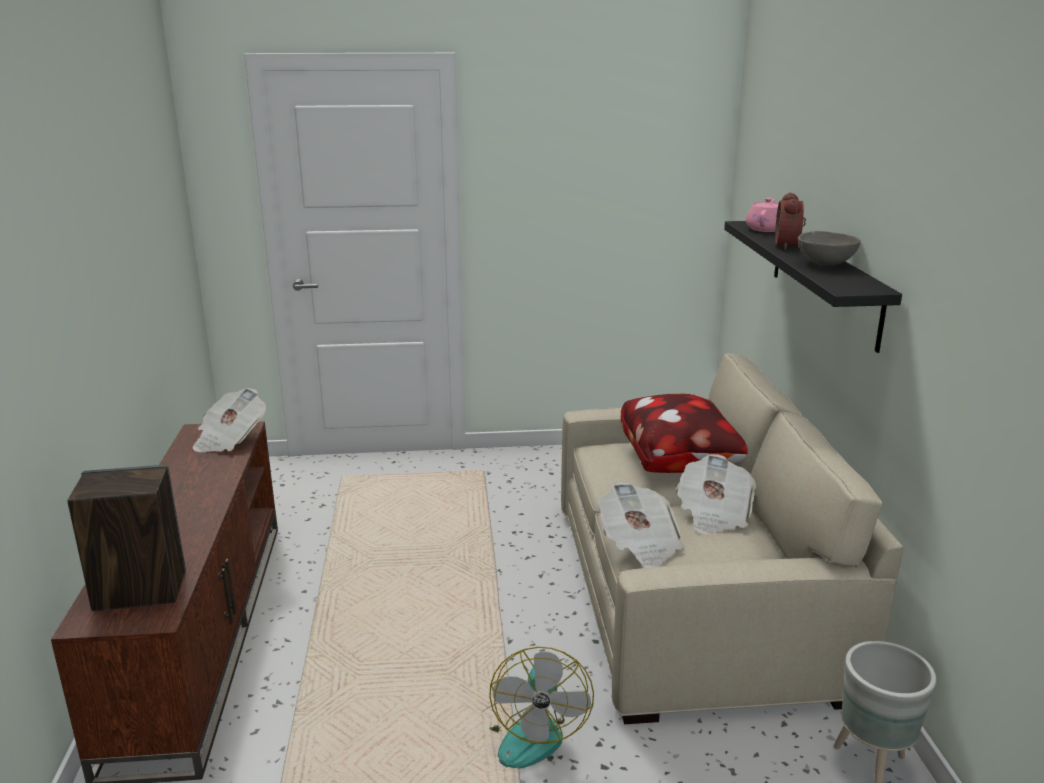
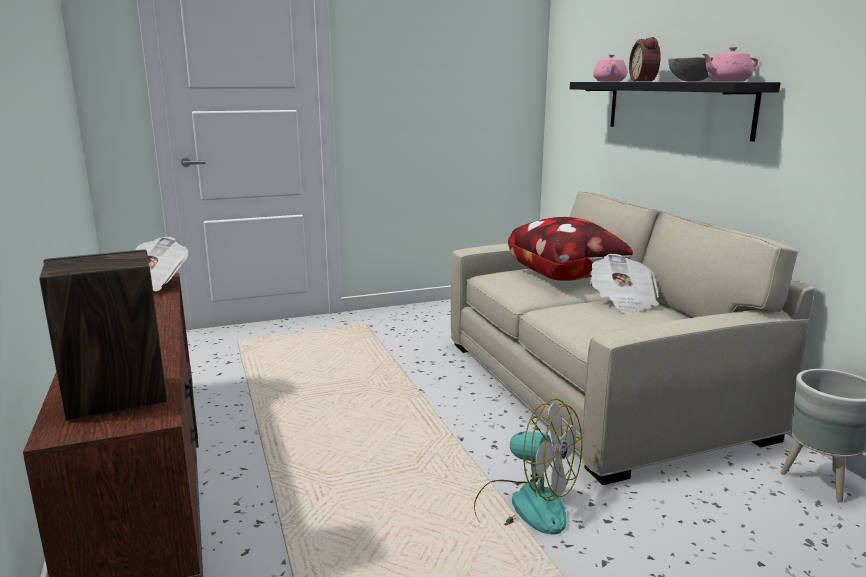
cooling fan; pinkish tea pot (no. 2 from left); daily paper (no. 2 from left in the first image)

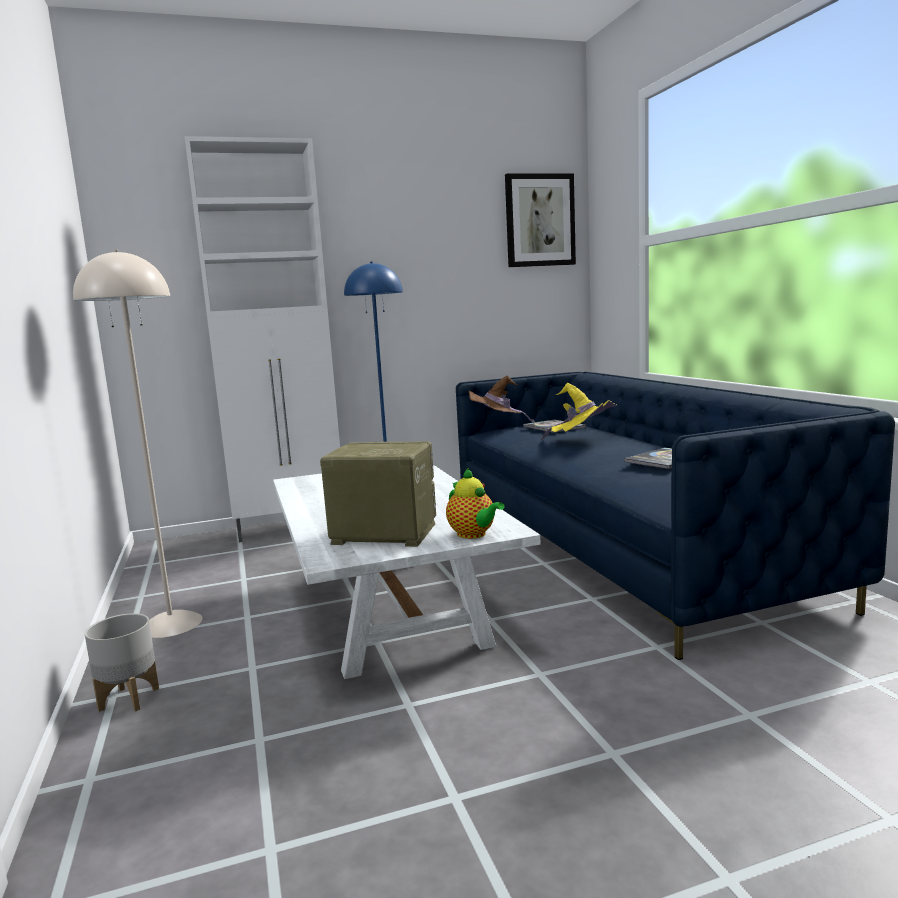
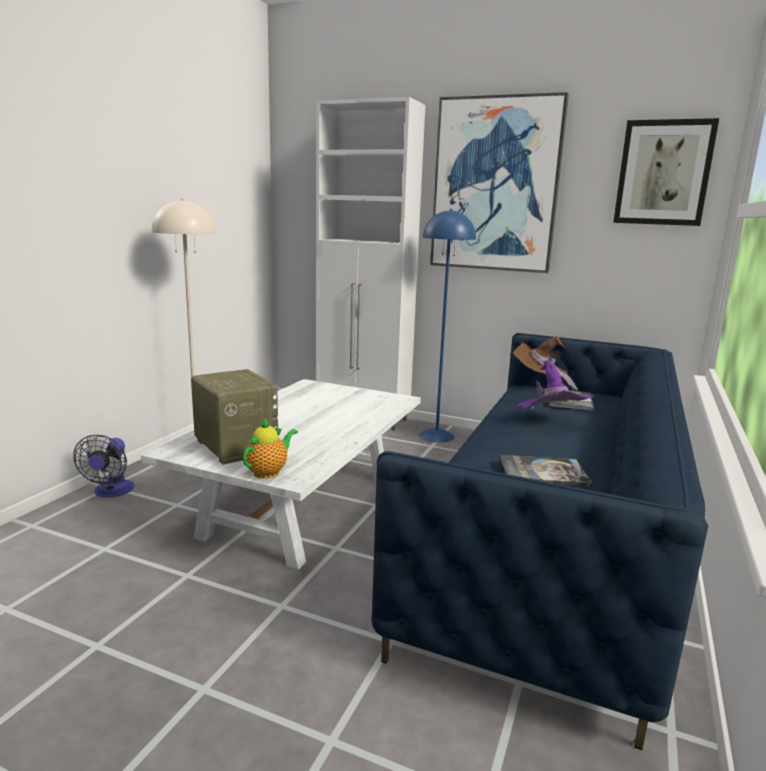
cooling fan; tea pot; wall art (no. 1 from left); purplish clothing hat

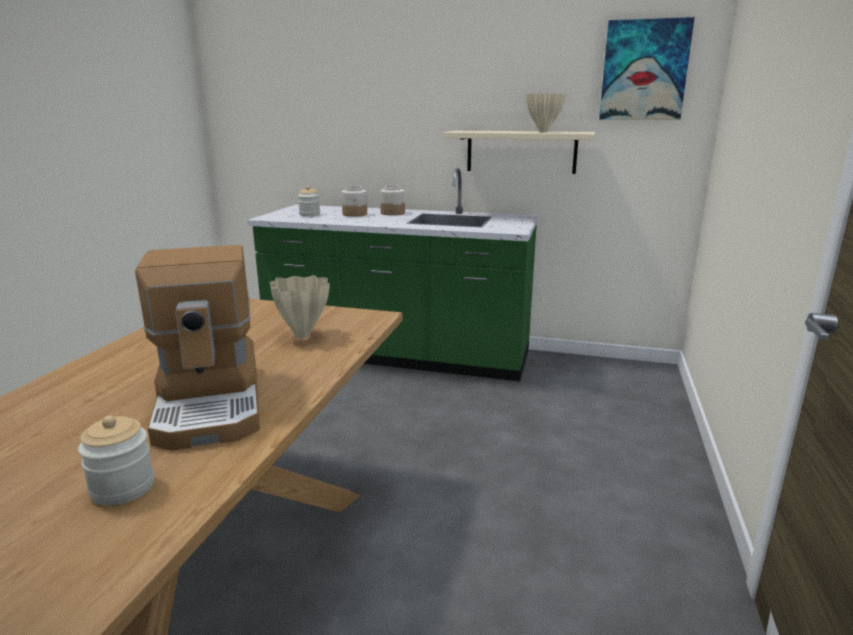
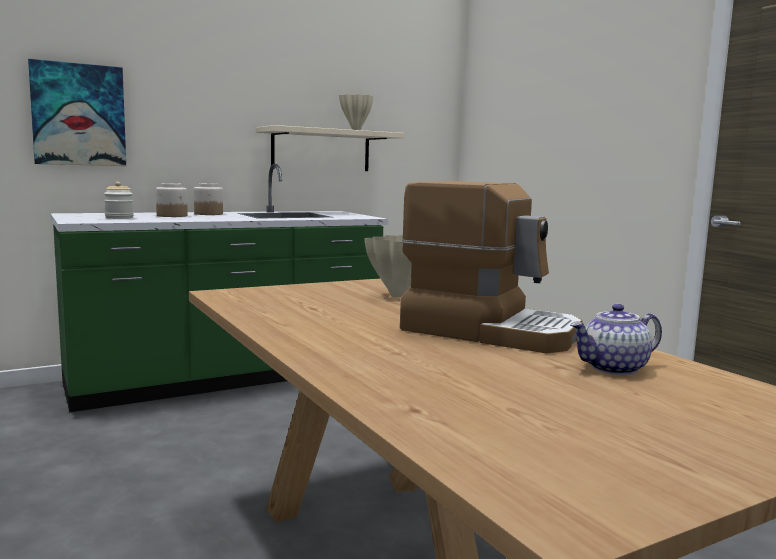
wall art; tea pot

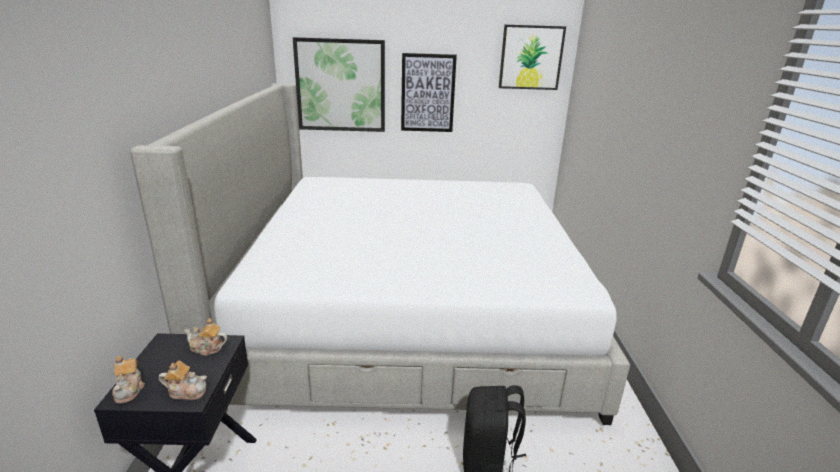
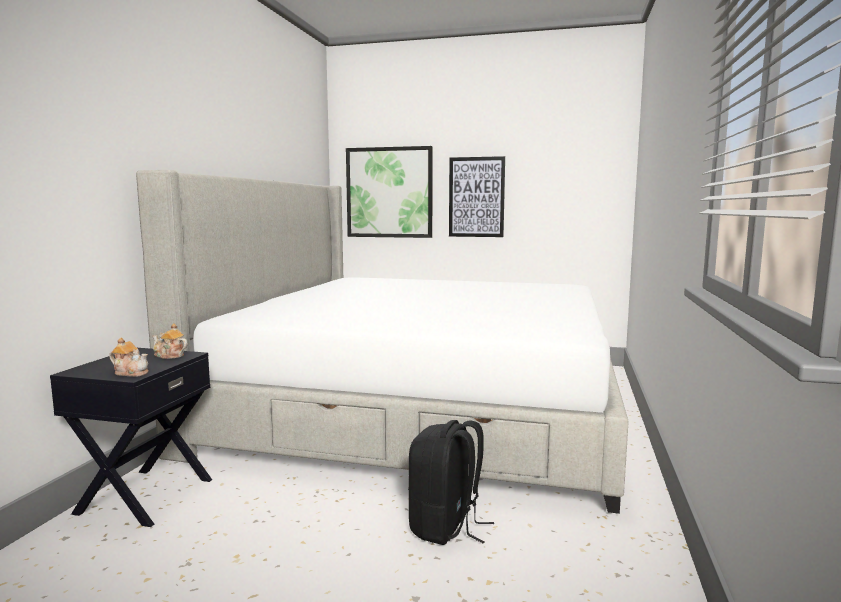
tea pot (no. 1 from left in the first image); wall art (no. 3 from left in the first image)

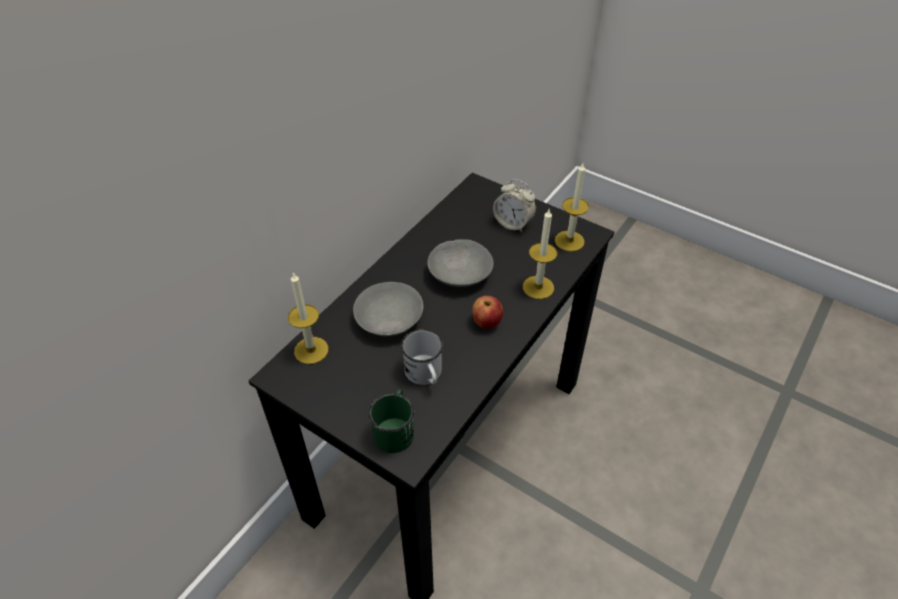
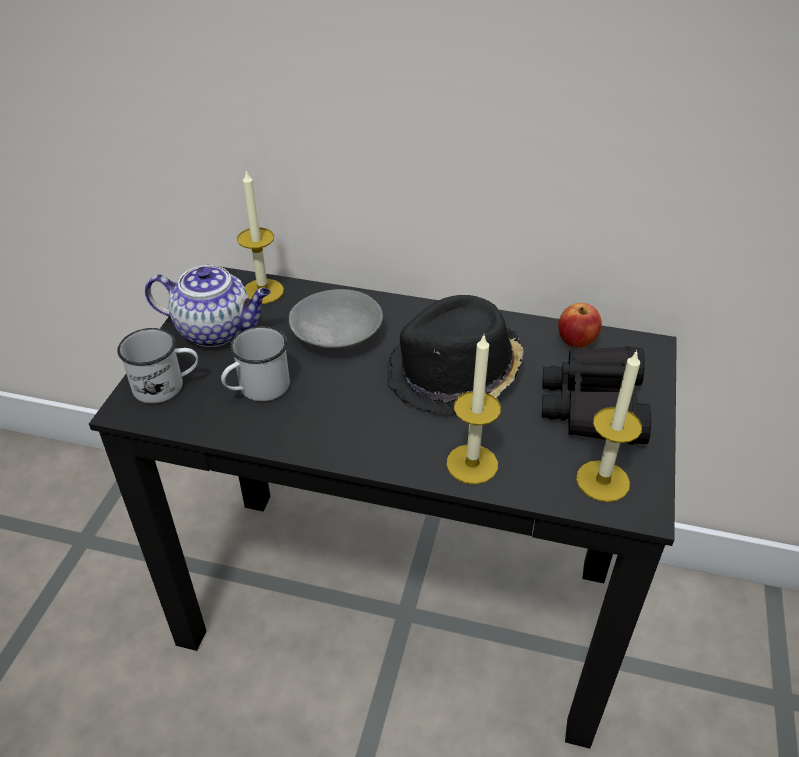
whitish coffee mug (no. 1 from left); tea pot; black clothing hat; black binoculars; apple fruit

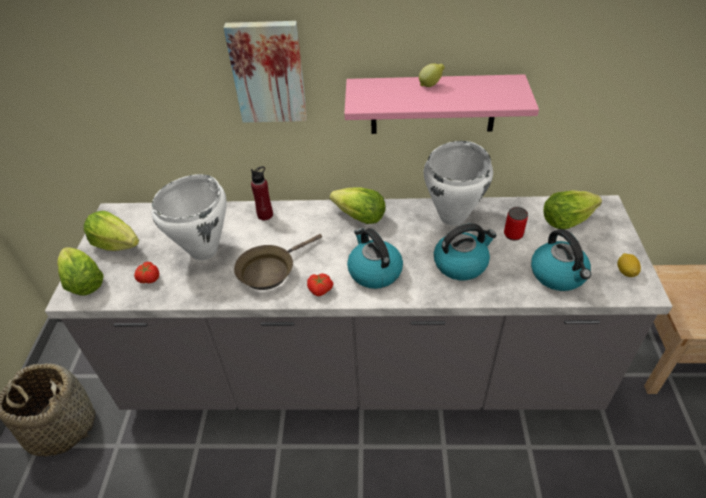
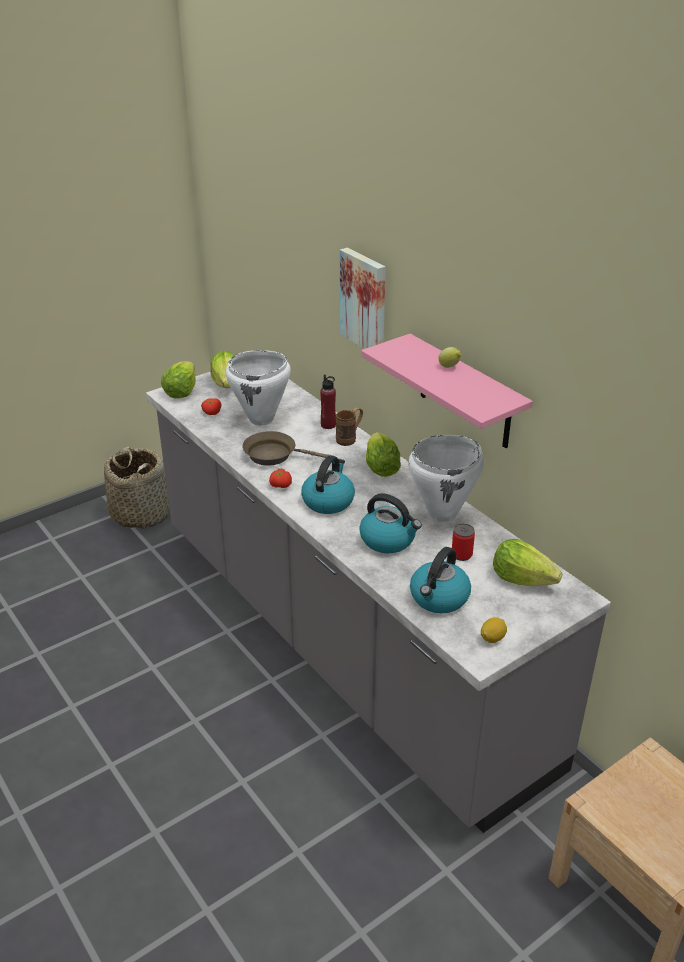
brown-coloured coffee mug

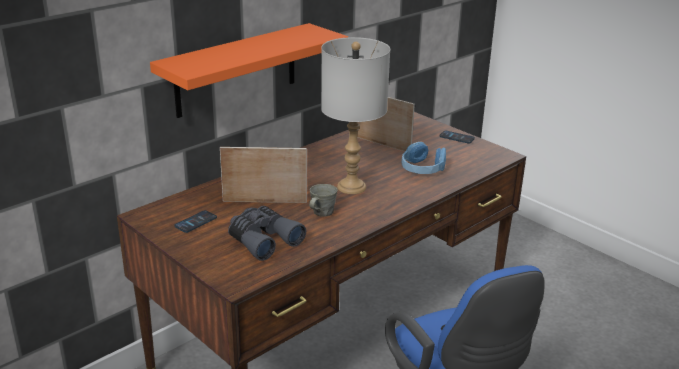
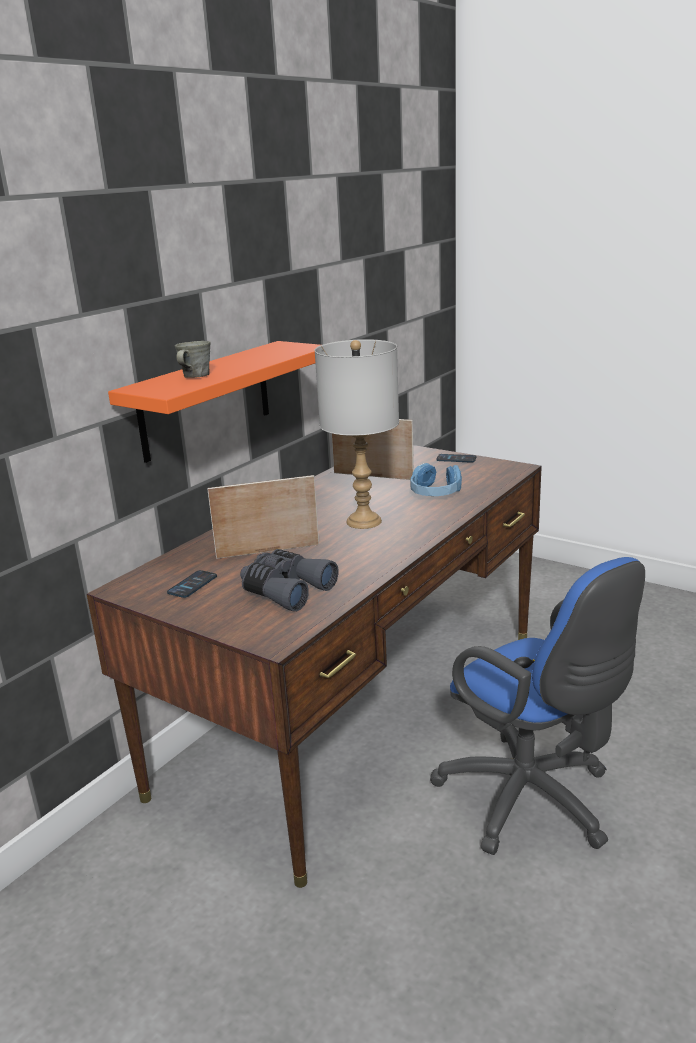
gray coffee mug

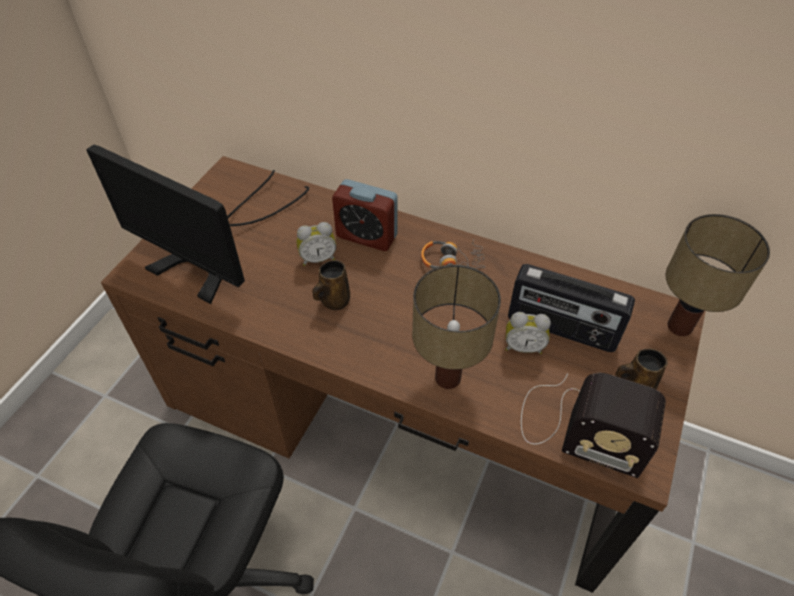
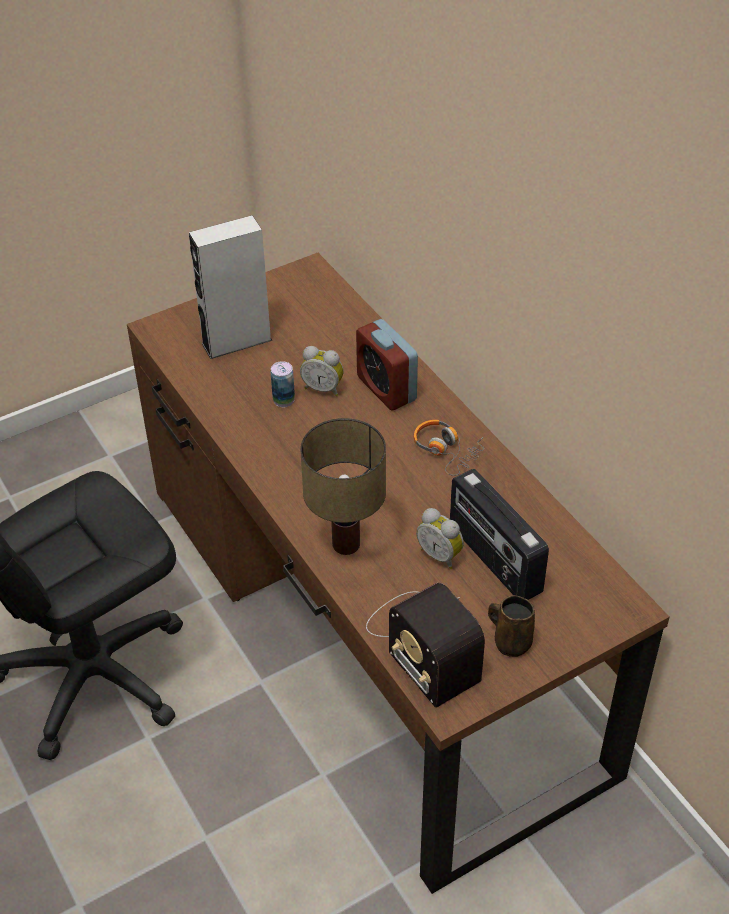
gray loudspeaker; can; brown-coloured coffee mug (no. 1 from left in the first image); lamp for a table (no. 2 from left in the first image)

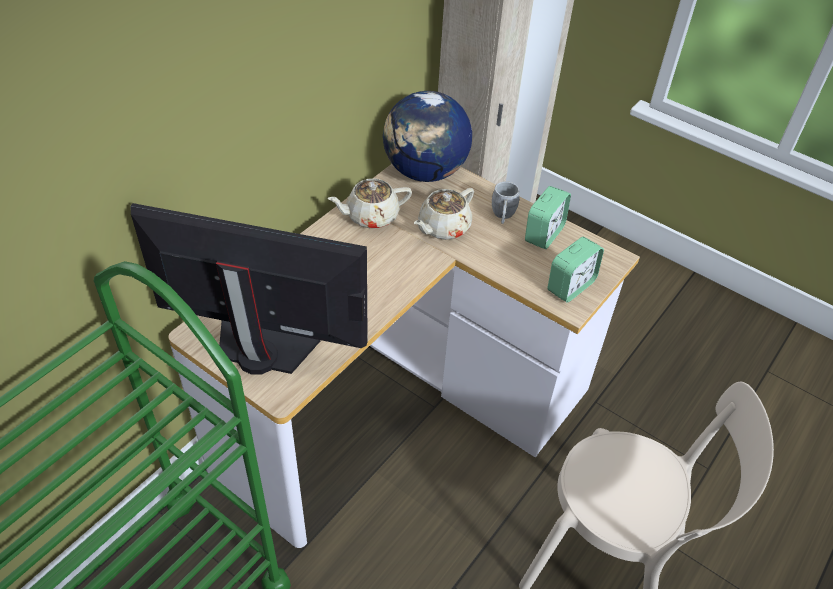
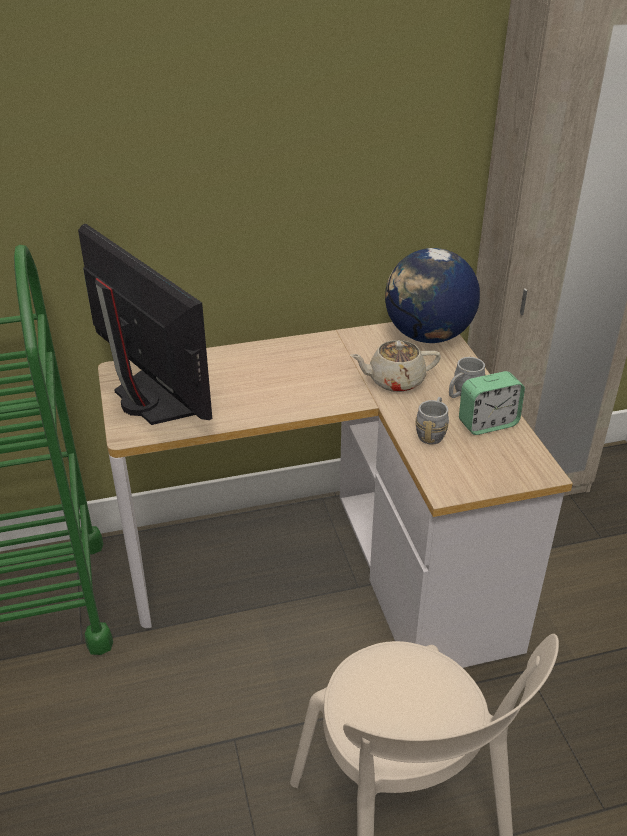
gray coffee mug (no. 1 from left); beige-coloured tea pot (no. 1 from left in the first image); alarm clock (no. 2 from left in the first image)

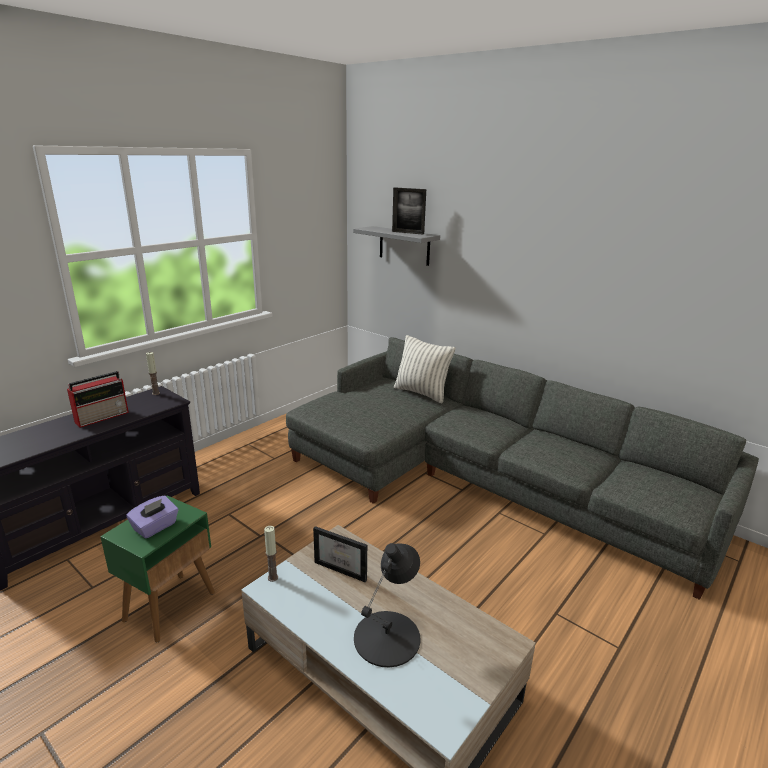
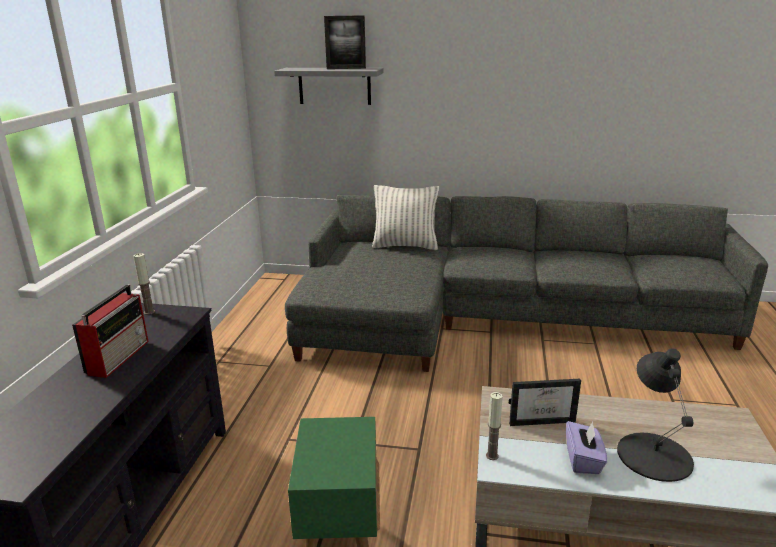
purplish tissue box

